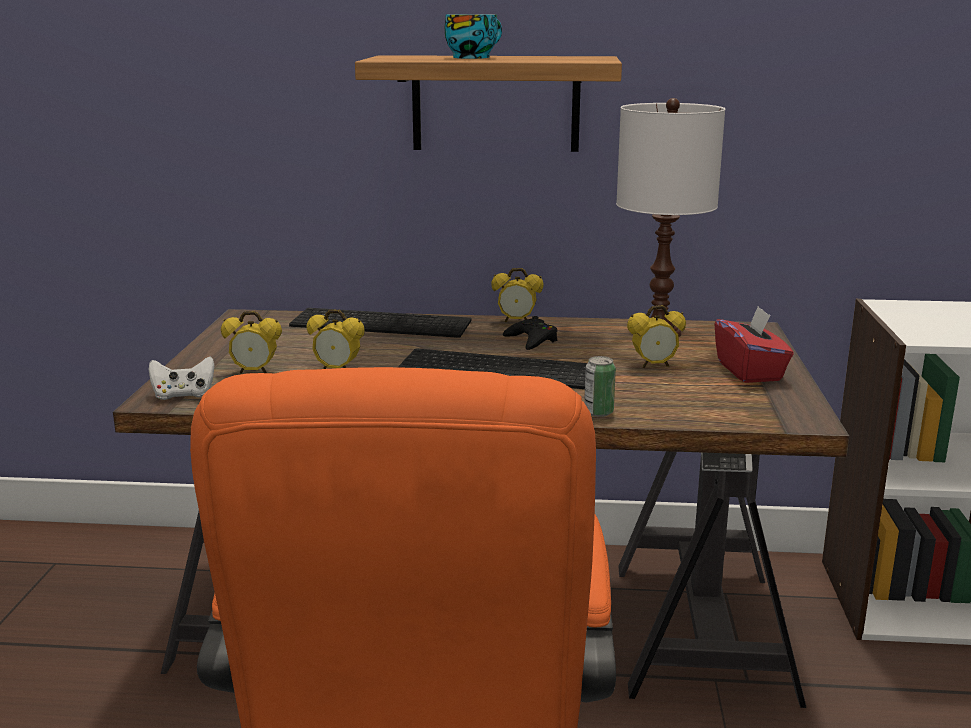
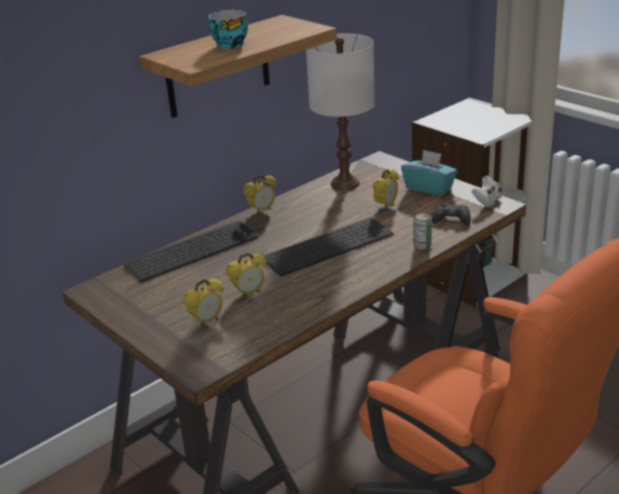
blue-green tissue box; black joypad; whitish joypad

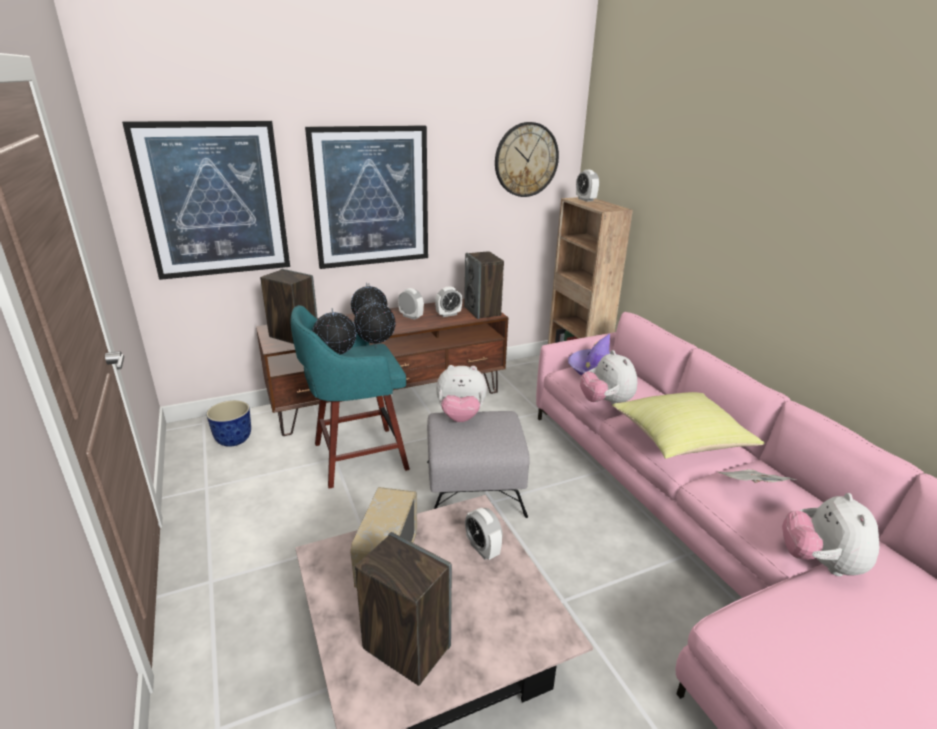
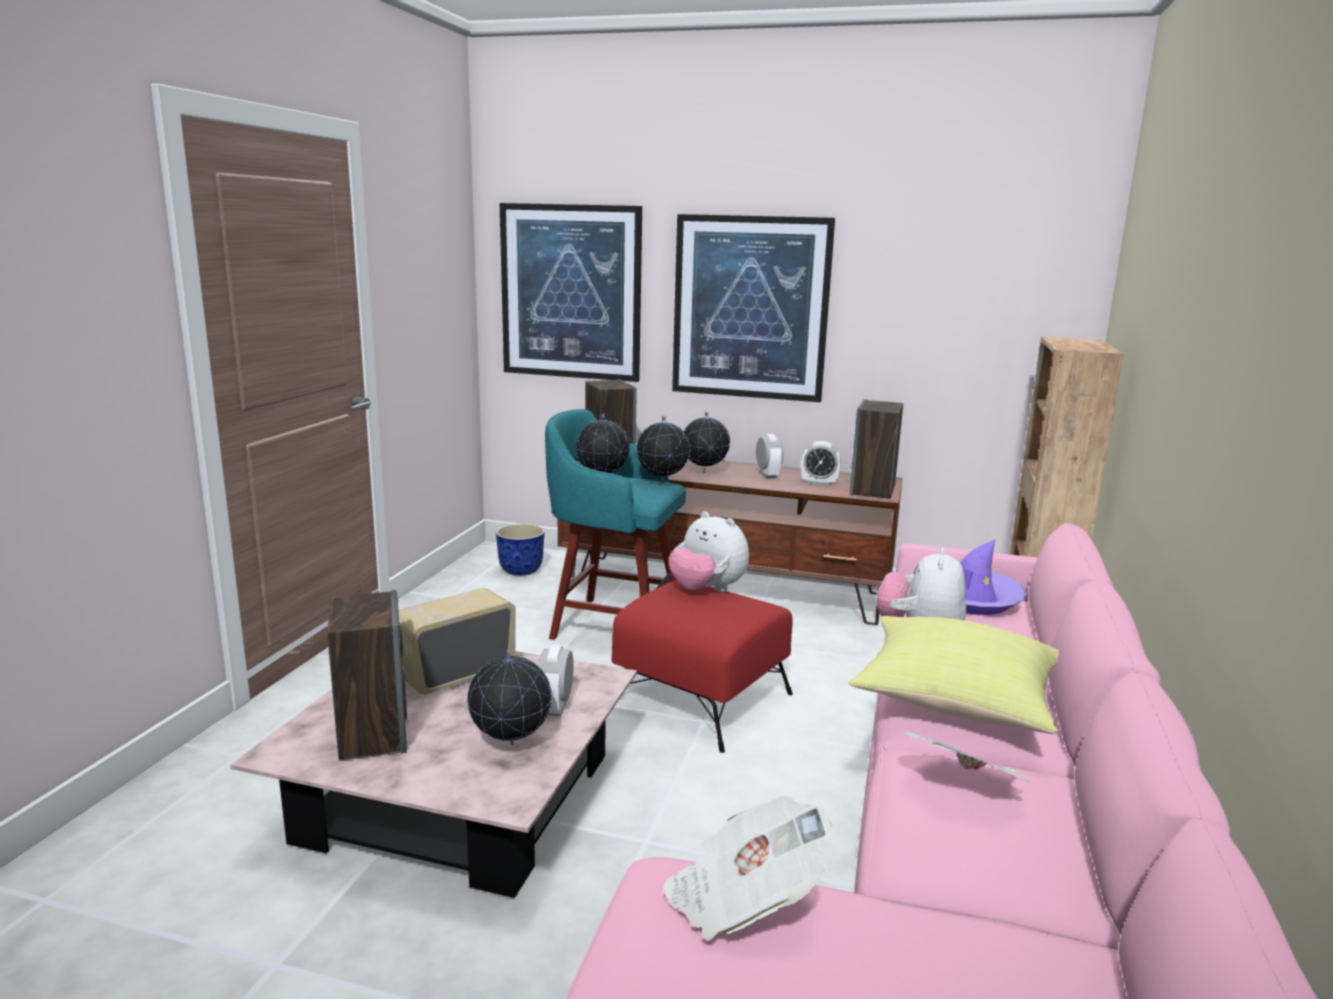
world globe (no. 1 from left); reddish pouffe; daily paper (no. 1 from left); hanging clock; alarm clock (no. 4 from left in the first image); plush toy (no. 3 from left in the first image)

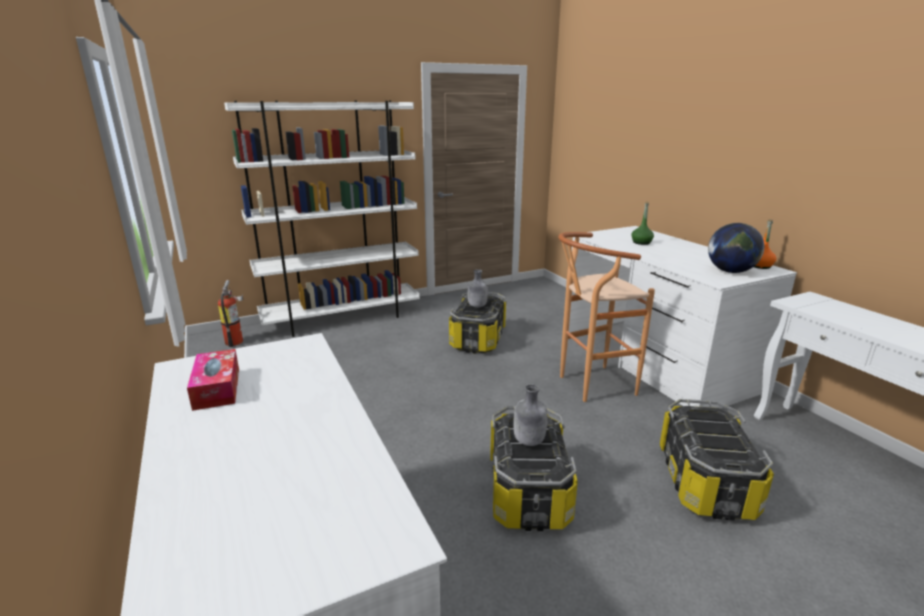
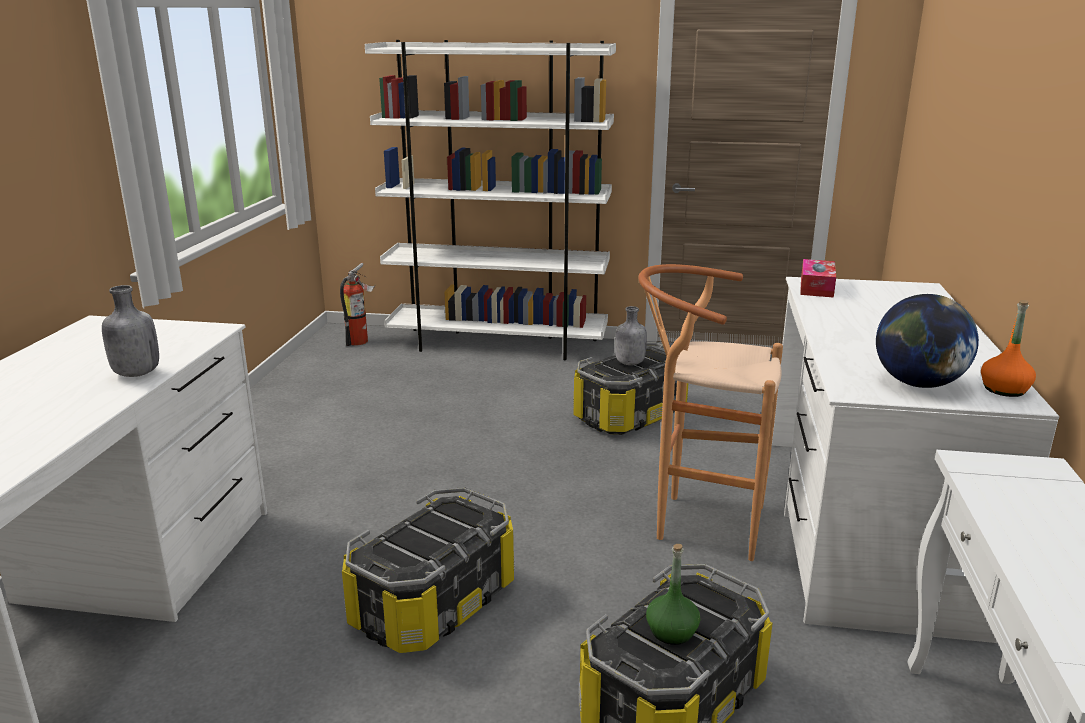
gray bottle (no. 1 from left); green-coloured bottle; tissue box

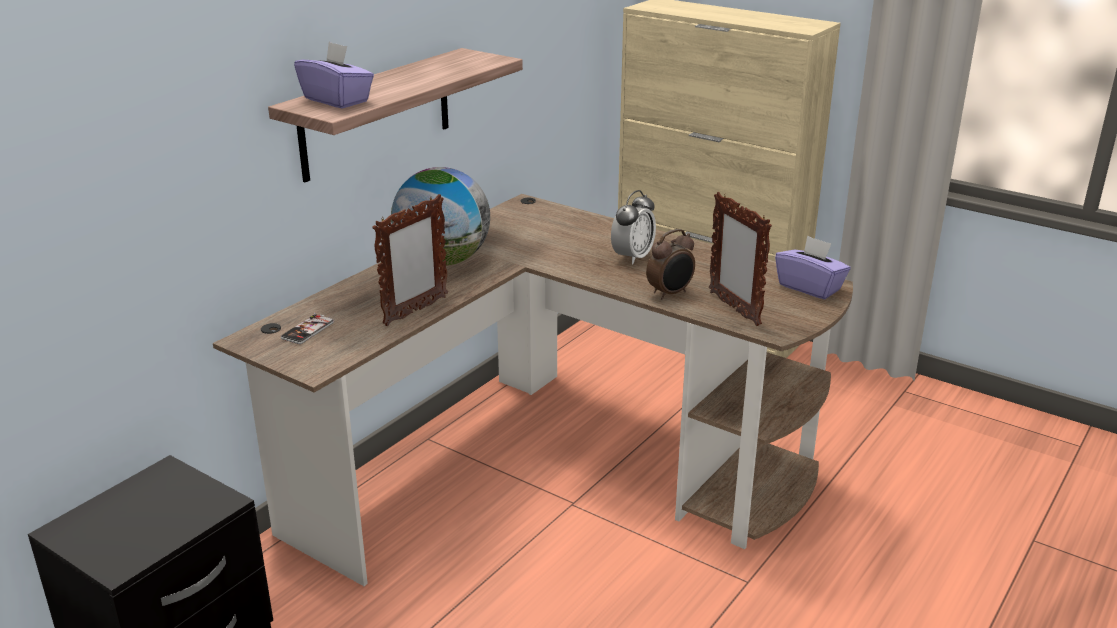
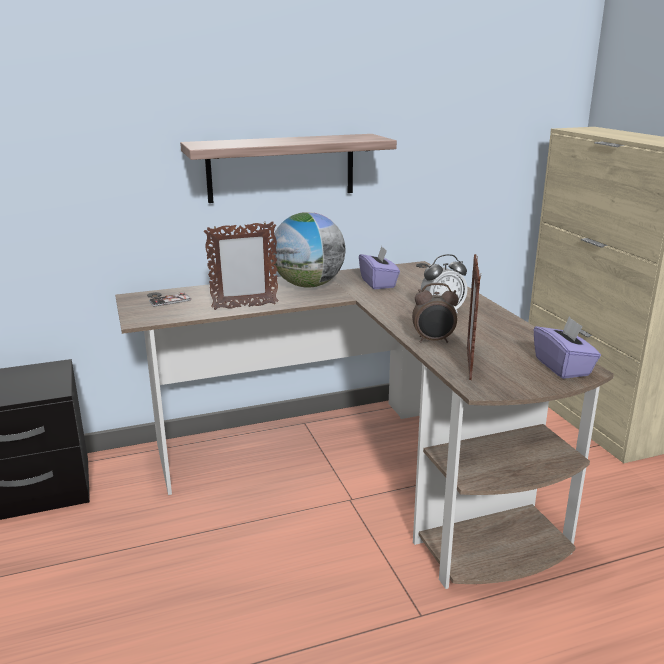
purplish tissue box (no. 1 from left)

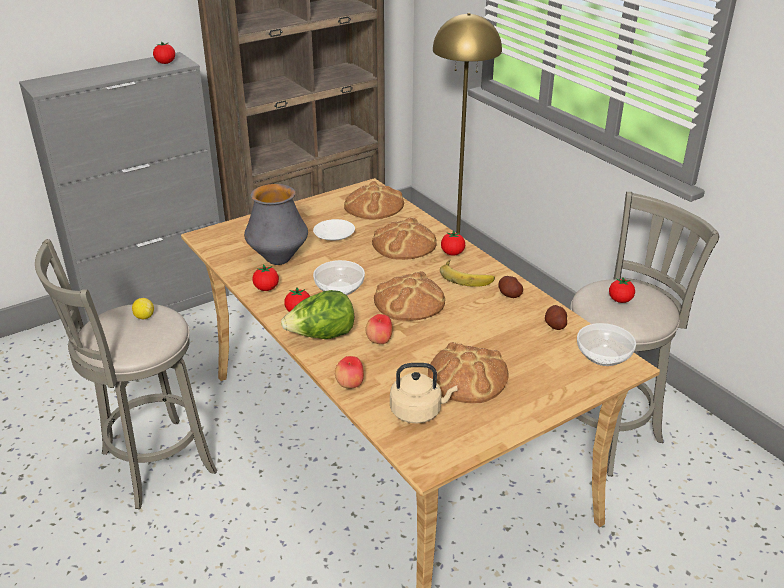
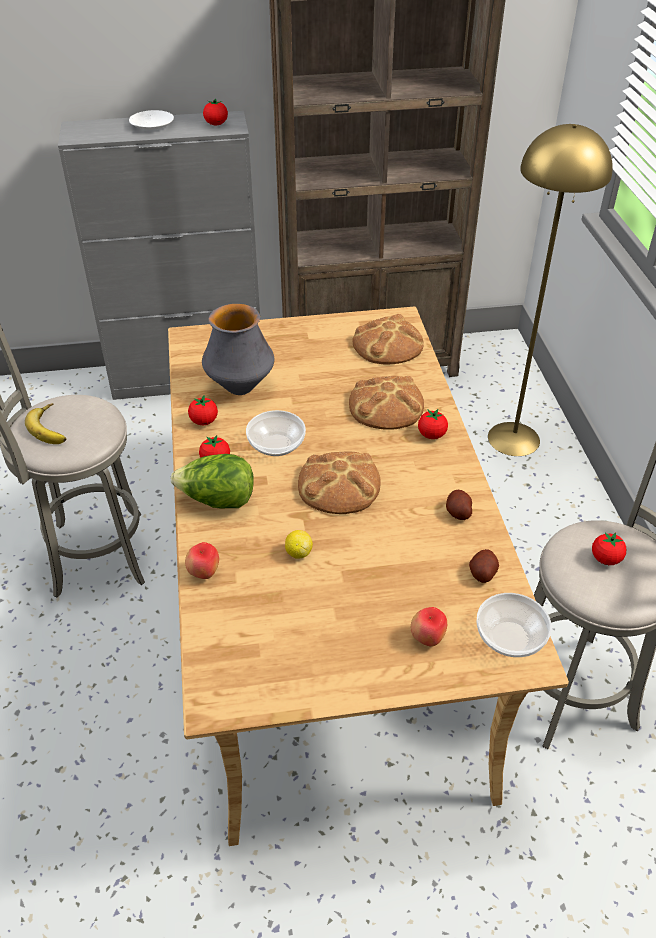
banana; whitish plate; lemon; apple fruit (no. 2 from left); beige-coloured water kettle; bread (no. 4 from left in the first image)

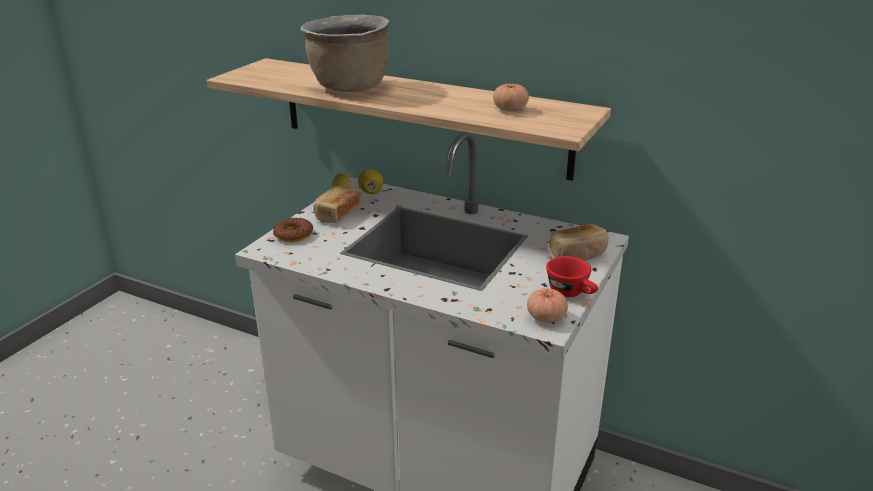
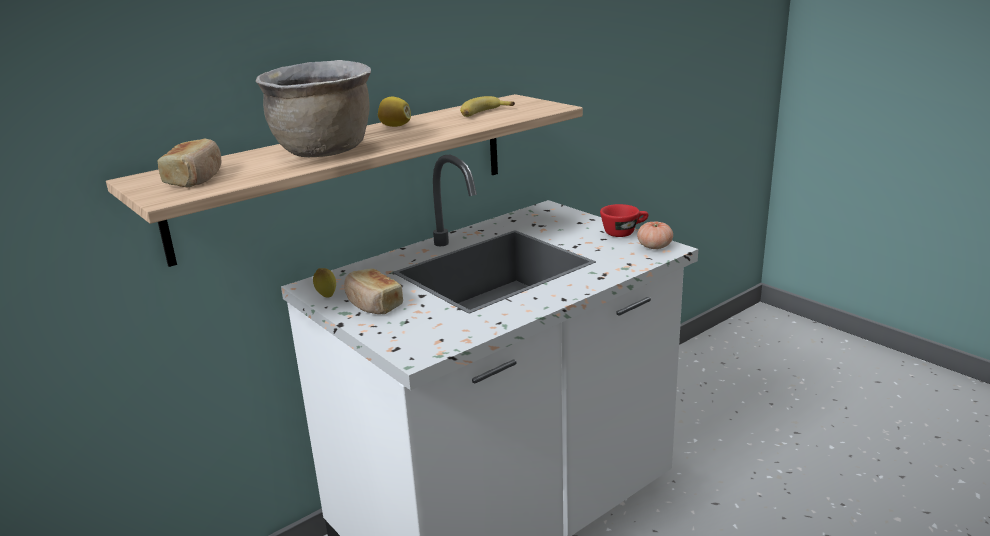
bread (no. 1 from left); lemon (no. 2 from left); banana; donut

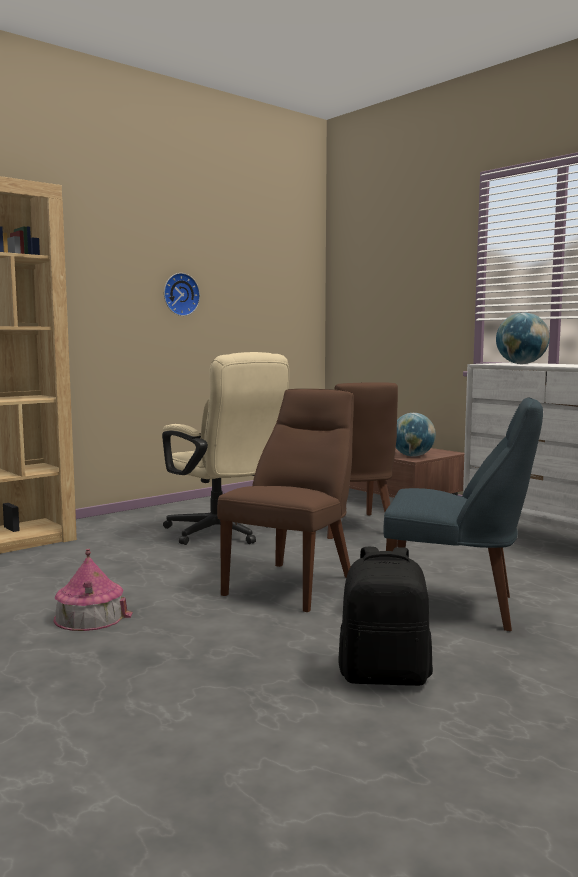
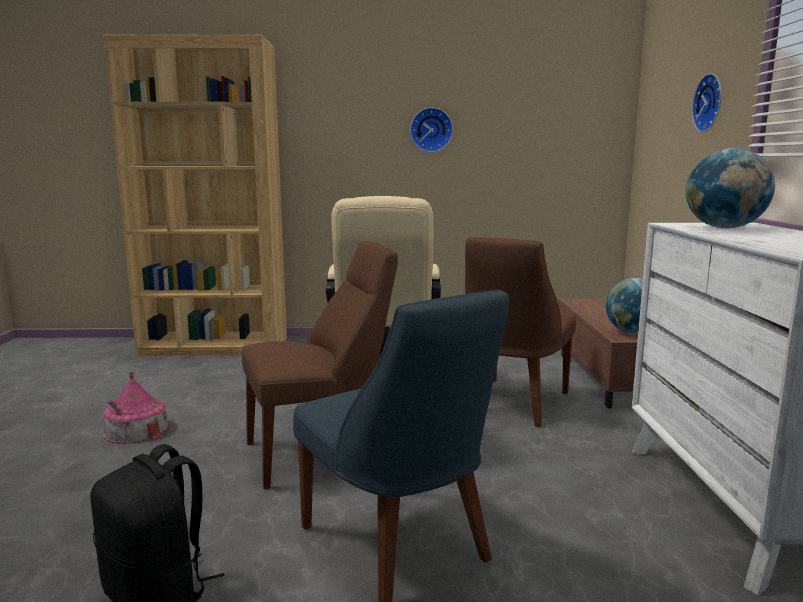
hanging clock (no. 2 from left)

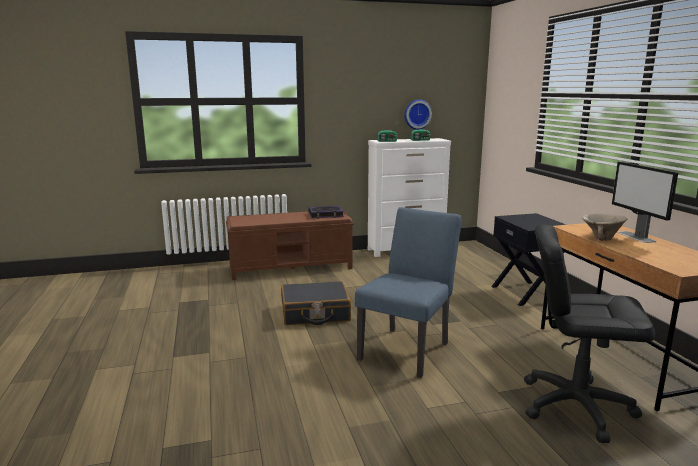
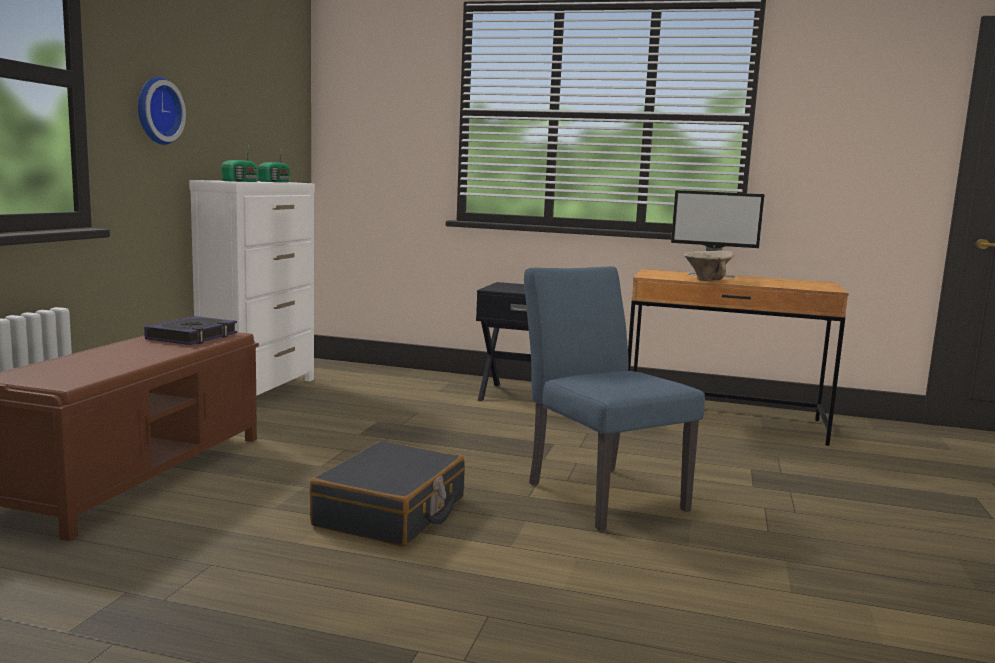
hanging clock; black computer chair

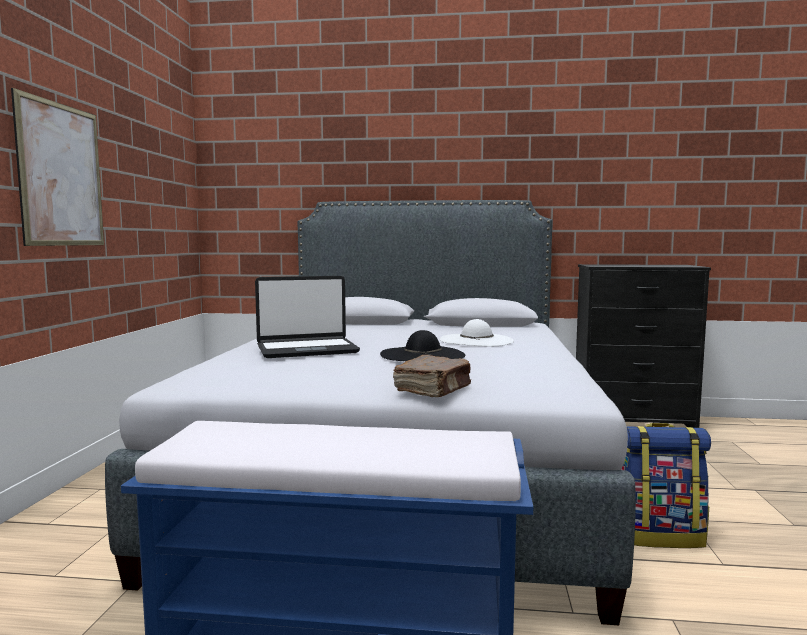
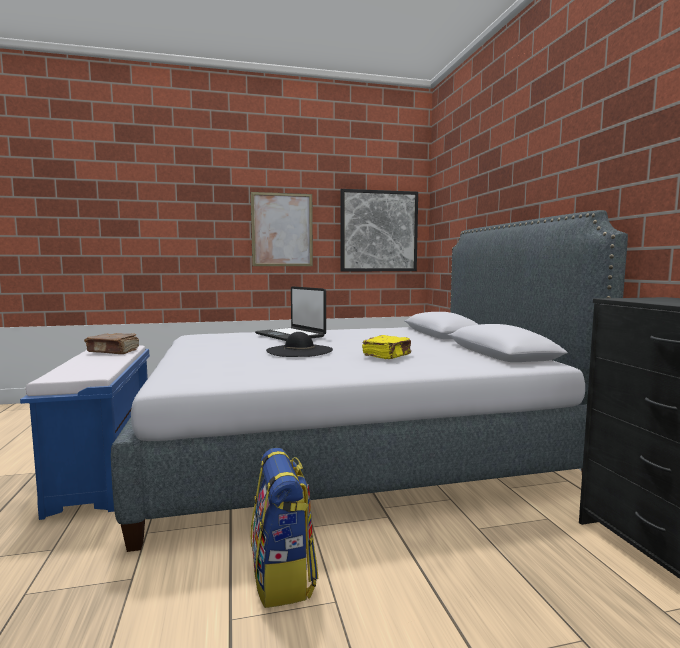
brown-coloured volume; wall art (no. 2 from left); yellow volume

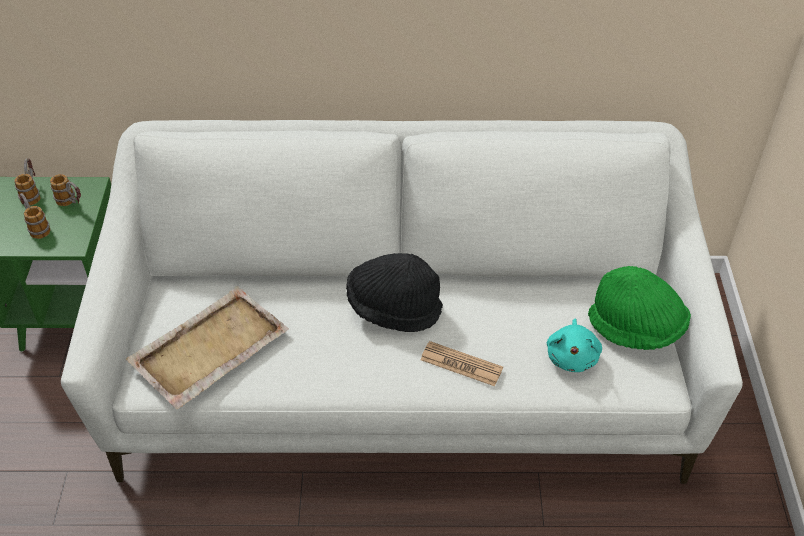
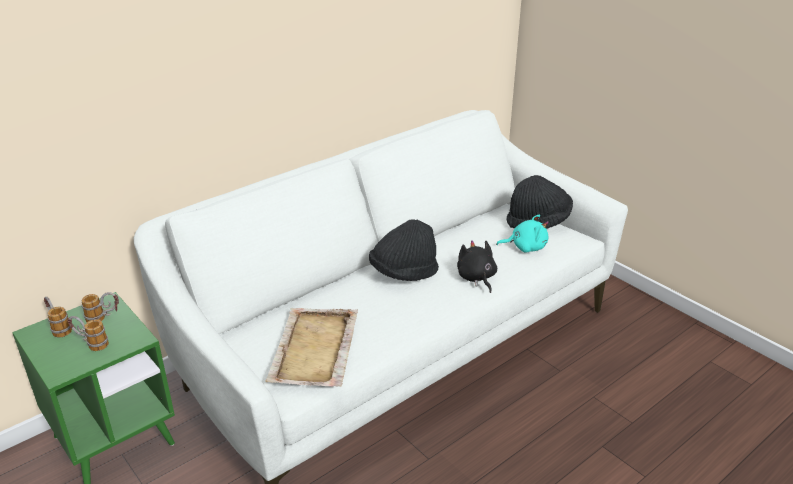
black plush toy; blue-green plush toy; black clothing hat (no. 2 from left)

